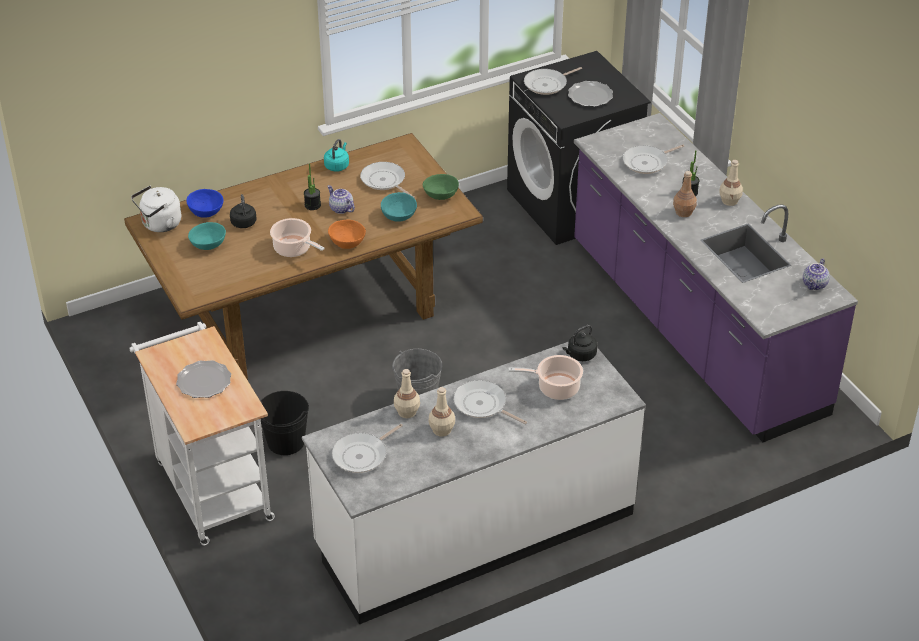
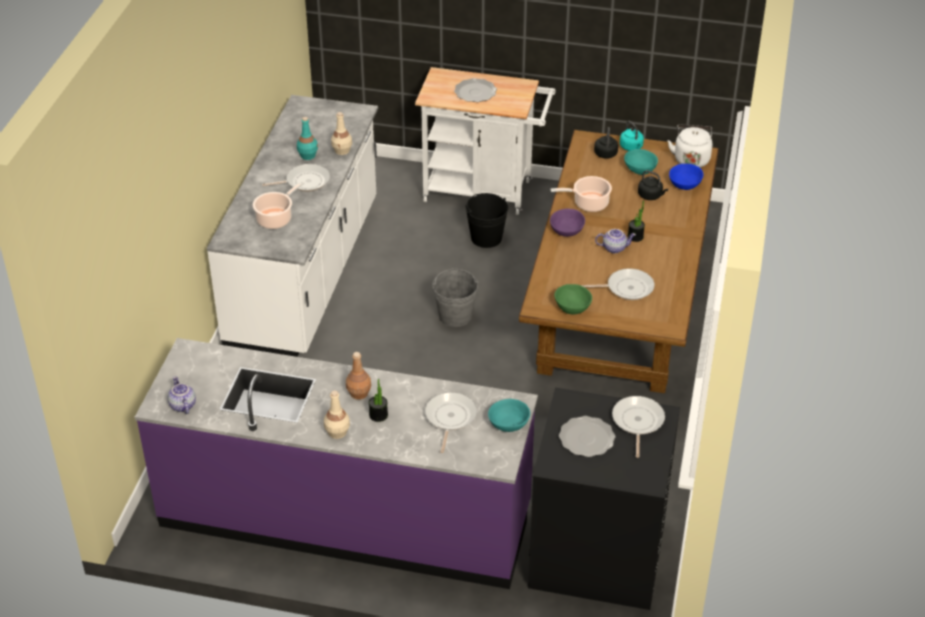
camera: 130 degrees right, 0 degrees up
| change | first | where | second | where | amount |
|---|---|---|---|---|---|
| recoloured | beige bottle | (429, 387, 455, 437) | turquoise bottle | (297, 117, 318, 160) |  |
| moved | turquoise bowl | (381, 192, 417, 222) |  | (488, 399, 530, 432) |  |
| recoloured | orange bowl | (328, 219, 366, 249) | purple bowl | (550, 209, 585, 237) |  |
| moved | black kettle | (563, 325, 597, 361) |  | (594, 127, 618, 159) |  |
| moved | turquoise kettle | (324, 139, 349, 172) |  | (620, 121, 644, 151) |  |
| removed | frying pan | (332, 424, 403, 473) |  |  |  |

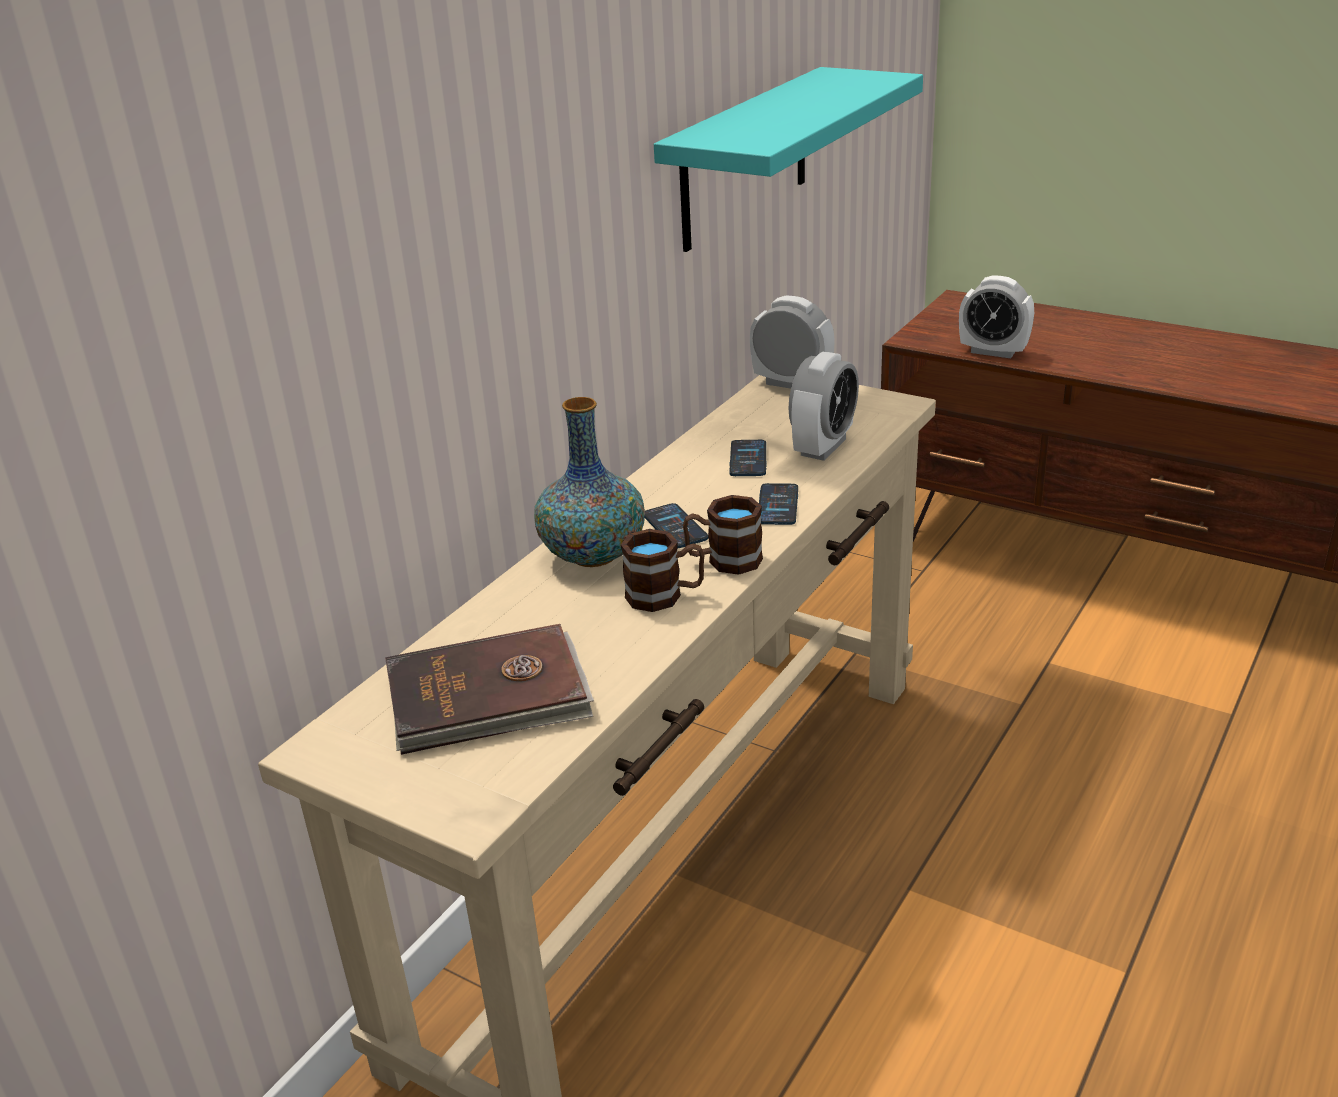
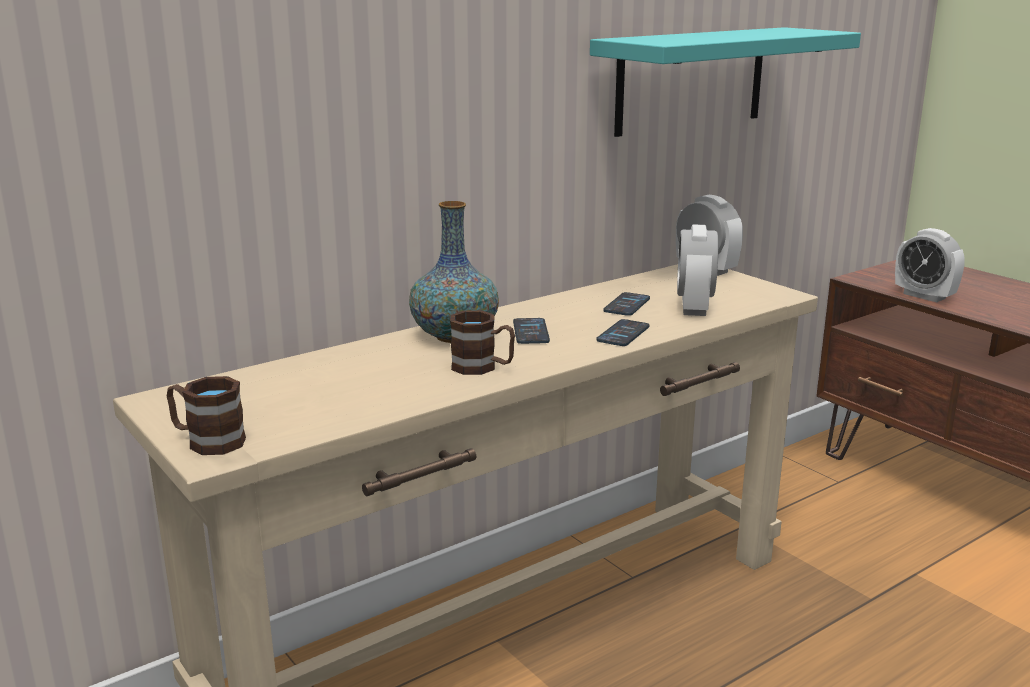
camera: 20 degrees right, 10 degrees down
| change | first | where | second | where | amount |
|---|---|---|---|---|---|
| moved | brown mug | (683, 495, 763, 575) |  | (167, 376, 246, 455) |  |
| turned | alarm clock | (789, 352, 859, 461) |  | (677, 224, 718, 316) | 135 degrees clockwise |
| removed | brown book | (385, 624, 594, 755) |  |  |  |

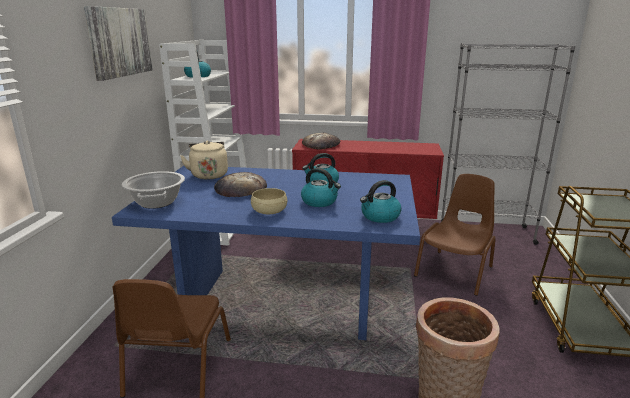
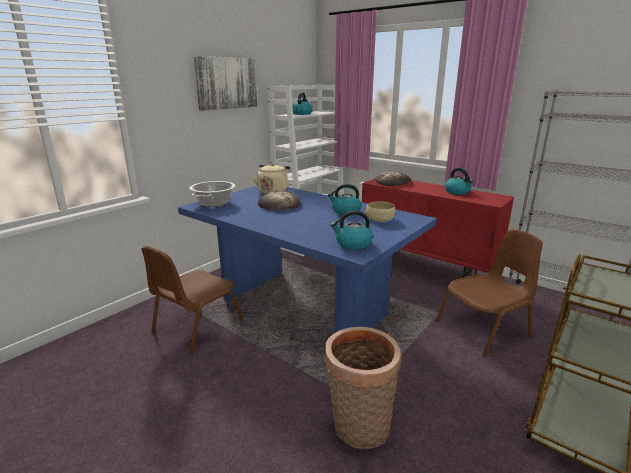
camera: 30 degrees right, 0 degrees up
| change | first | where | second | where | amount |
|---|---|---|---|---|---|
| moved | beige bowl | (251, 188, 287, 214) |  | (366, 201, 396, 222) |  |
| moved | kettle | (301, 168, 341, 207) |  | (445, 168, 473, 195) |  |

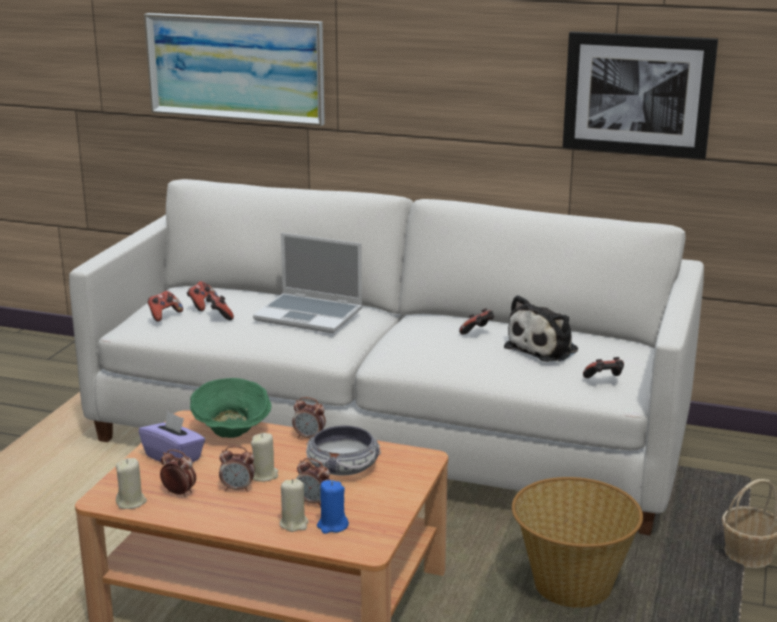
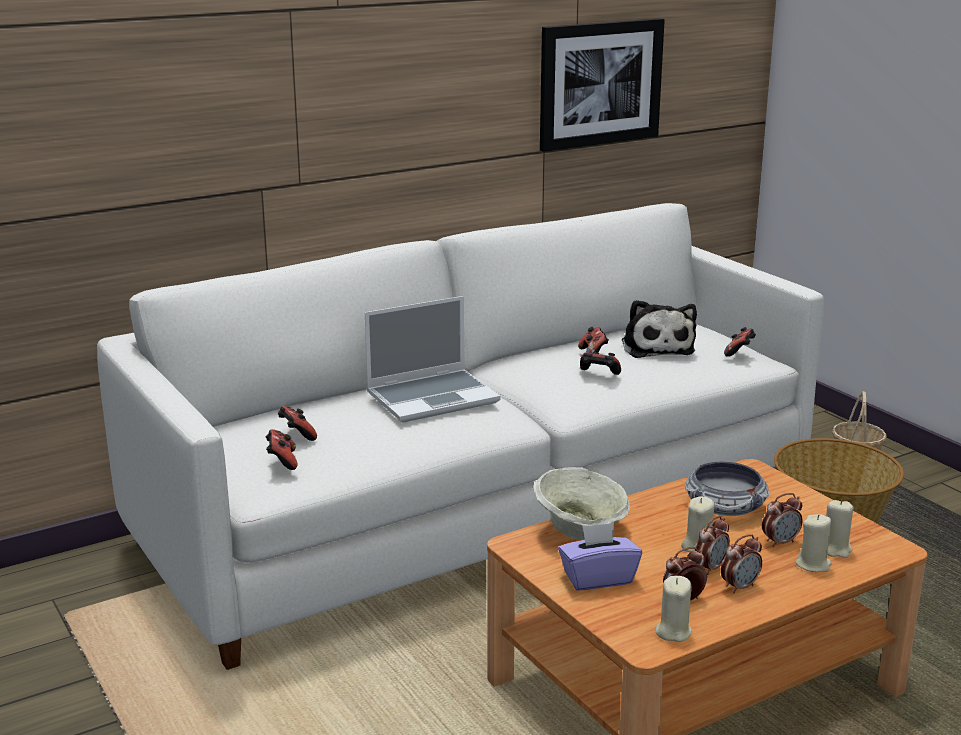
camera: 50 degrees left, 0 degrees up
| change | first | where | second | where | amount |
|---|---|---|---|---|---|
| recoloured | green bowl | (190, 378, 272, 438) | beige bowl | (533, 467, 630, 540) |  |
| moved | game controller | (206, 293, 234, 320) |  | (580, 352, 621, 375) |  |
| moved | alarm clock | (292, 397, 326, 438) |  | (721, 534, 762, 593) |  |
| recoloured | blue candle | (317, 480, 349, 534) | beige candle | (826, 500, 854, 558) |  |
| removed | picture | (144, 13, 325, 126) |  |  |  |

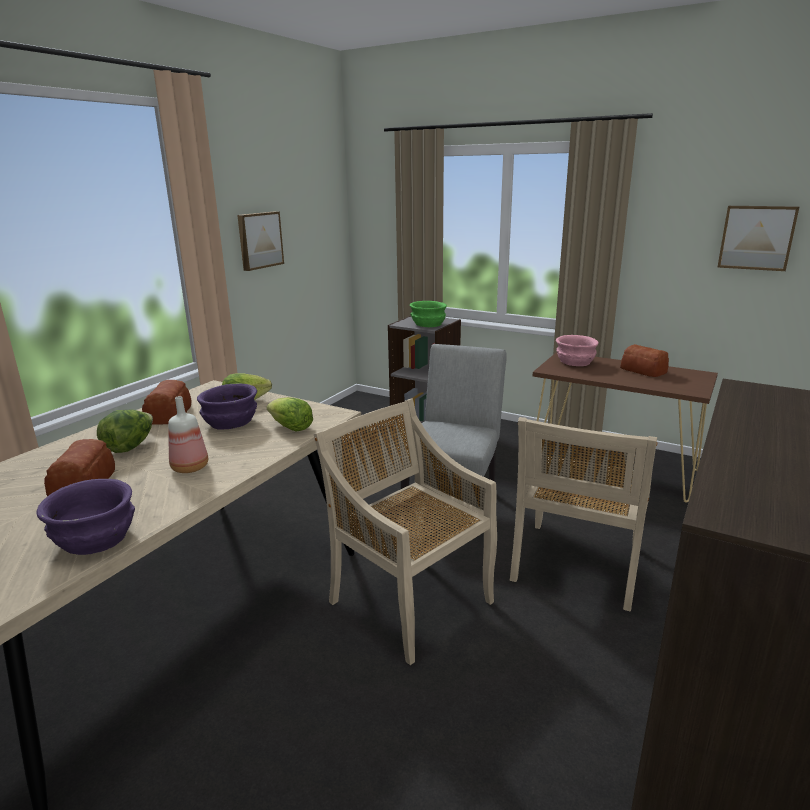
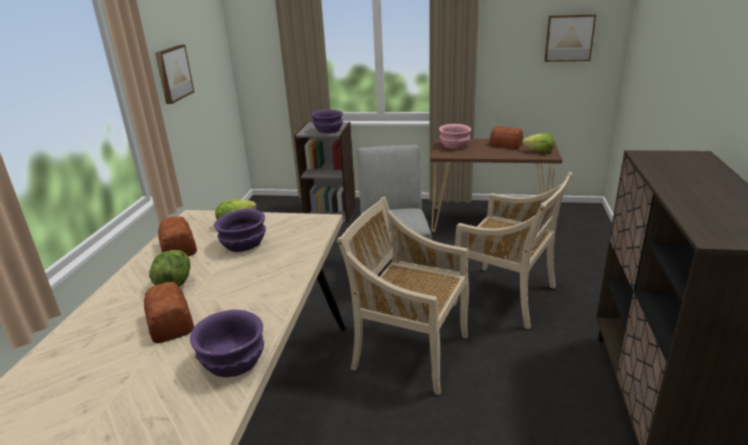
camera: 20 degrees left, 5 degrees up
| change | first | where | second | where | amount |
|---|---|---|---|---|---|
| recoloured | green bowl | (410, 301, 447, 327) | purple bowl | (311, 109, 343, 133) |  |
| turned | beige chair | (510, 417, 657, 612) |  | (454, 172, 573, 329) | 60 degrees counterclockwise |
| moved | lettuce | (267, 397, 313, 432) |  | (522, 133, 555, 152) |  |
| removed | bottle | (168, 396, 208, 473) |  |  |  |

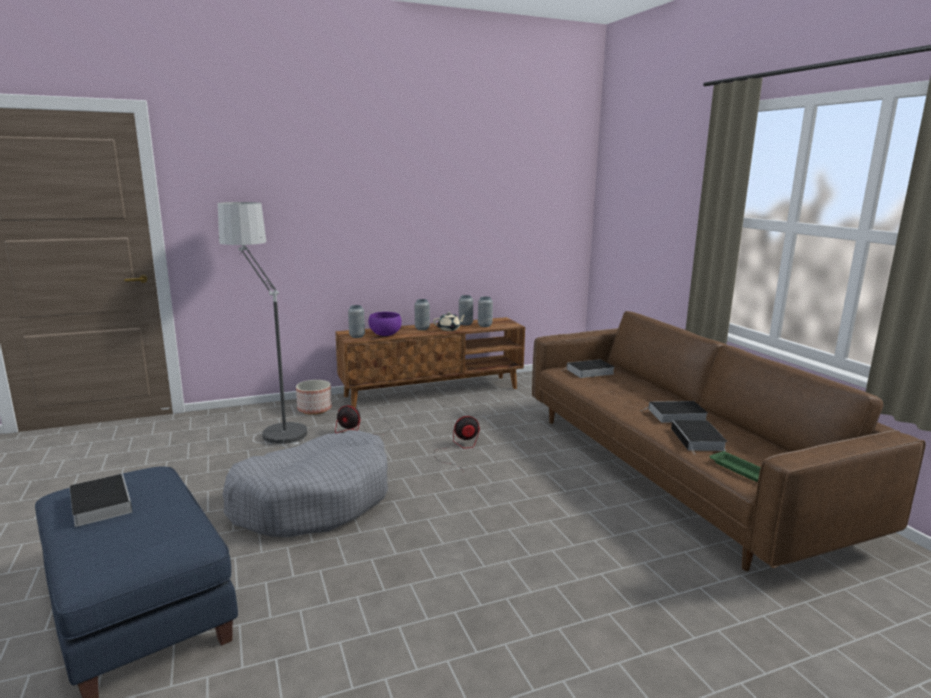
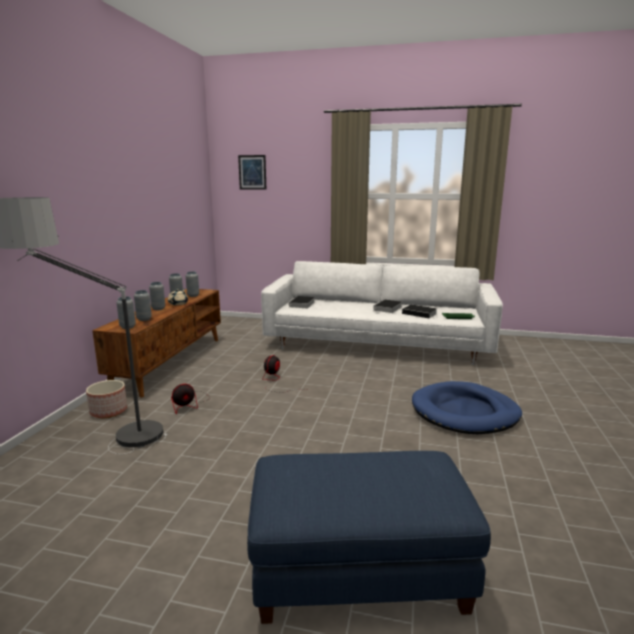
camera: 55 degrees left, 0 degrees up
| change | first | where | second | where | amount |
|---|---|---|---|---|---|
| replaced | purple bowl | (368, 312, 402, 336) | grey vase | (134, 290, 152, 321) |  |
| added |  |  | picture | (238, 155, 266, 190) |  |
| recoloured | brown sofa | (532, 311, 926, 571) | white sofa | (261, 261, 503, 365) |  |
| added |  |  | blue dog bed | (412, 381, 522, 434) |  |
| removed | book | (69, 474, 132, 527) |  |  |  |
| removed | grey dog bed | (223, 430, 388, 538) |  |  |  |

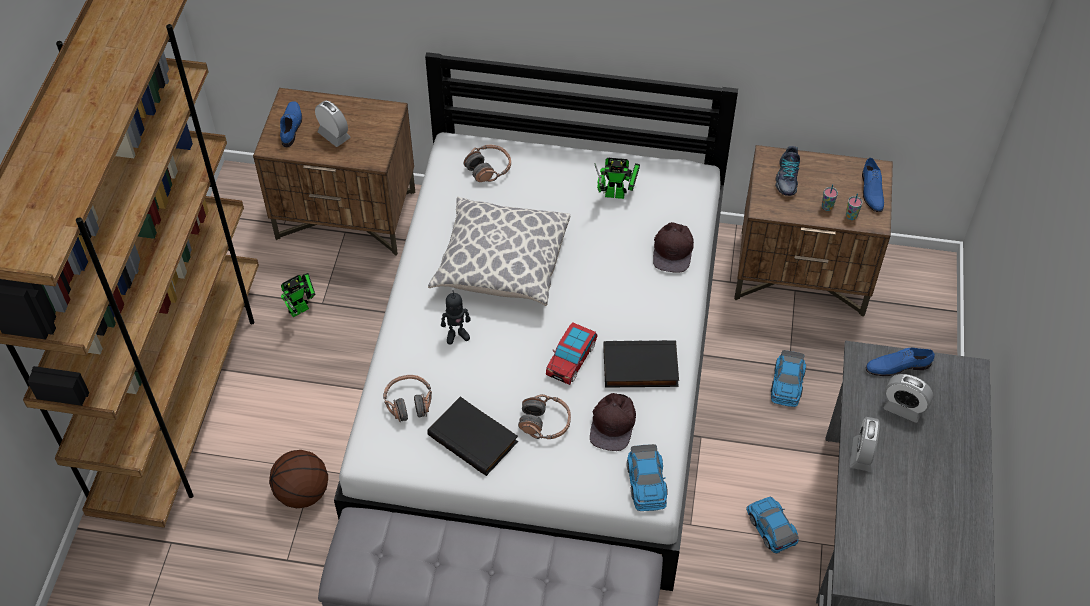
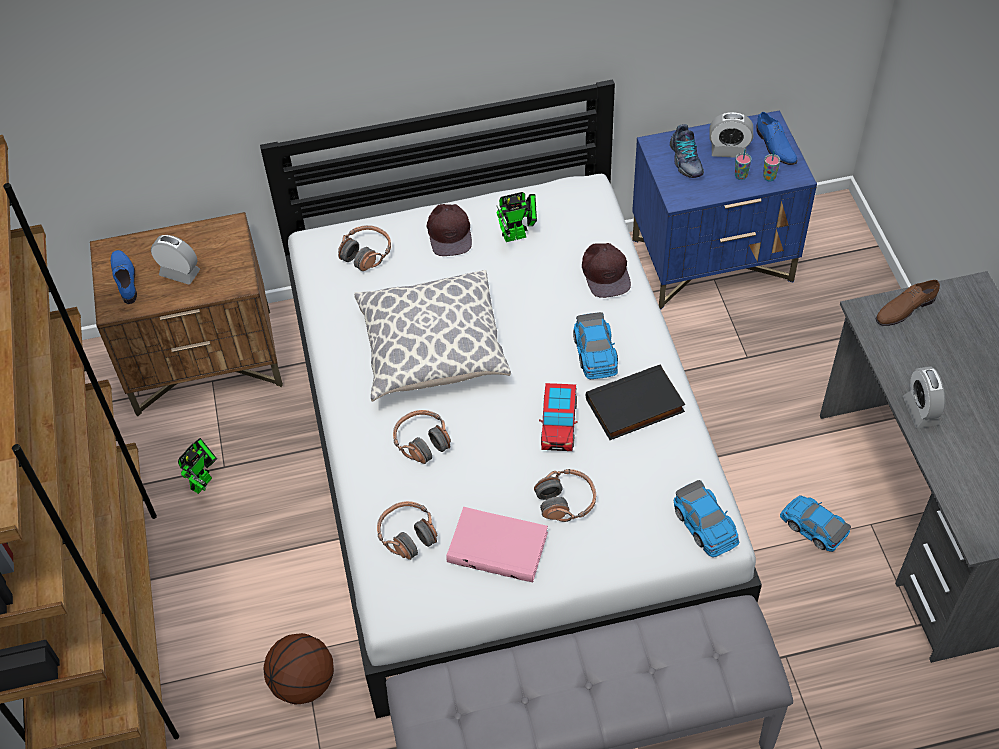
camera: 20 degrees left, 0 degrees up
| change | first | where | second | where | amount |
|---|---|---|---|---|---|
| replaced | toy robot | (441, 290, 471, 345) | headphones | (393, 410, 451, 464) |  |
| moved | brown cap | (590, 393, 636, 451) |  | (426, 204, 472, 256) |  |
| recoloured | black book | (427, 396, 518, 476) | pink book | (446, 506, 548, 582) |  |
| moved | toy car | (771, 350, 806, 407) |  | (573, 312, 618, 379) |  |
| recoloured | brown nightstand | (734, 145, 893, 317) | blue nightstand | (632, 110, 817, 310) |  |
| moved | alarm clock | (883, 374, 933, 423) |  | (709, 112, 753, 158) |  |
| recoloured | blue shoe | (866, 347, 935, 376) | brown shoe | (876, 280, 940, 326) |  |

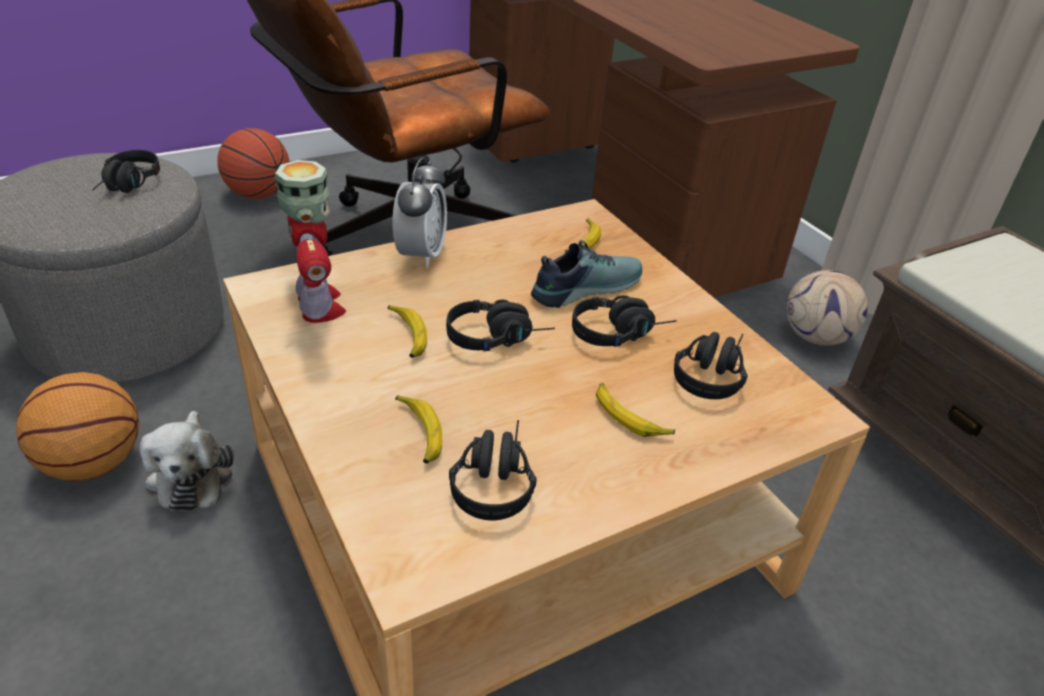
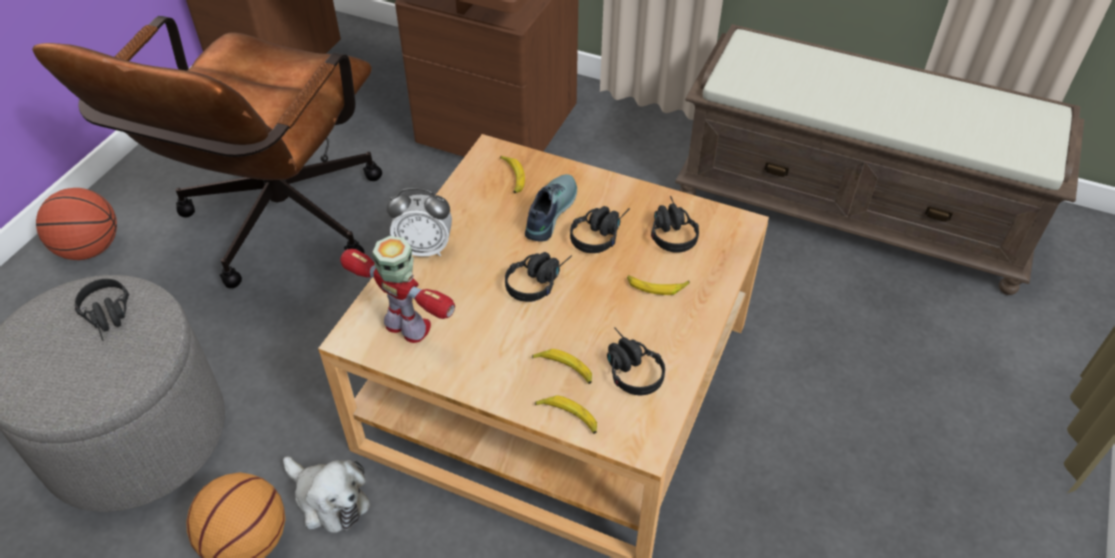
camera: 35 degrees left, 10 degrees up
| change | first | where | second | where | amount |
|---|---|---|---|---|---|
| turned | alarm clock | (392, 157, 447, 268) |  | (387, 188, 452, 257) | 120 degrees clockwise |
| moved | banana | (387, 305, 427, 358) |  | (535, 395, 597, 434) |  |
| removed | football | (787, 270, 868, 346) |  |  |  |

